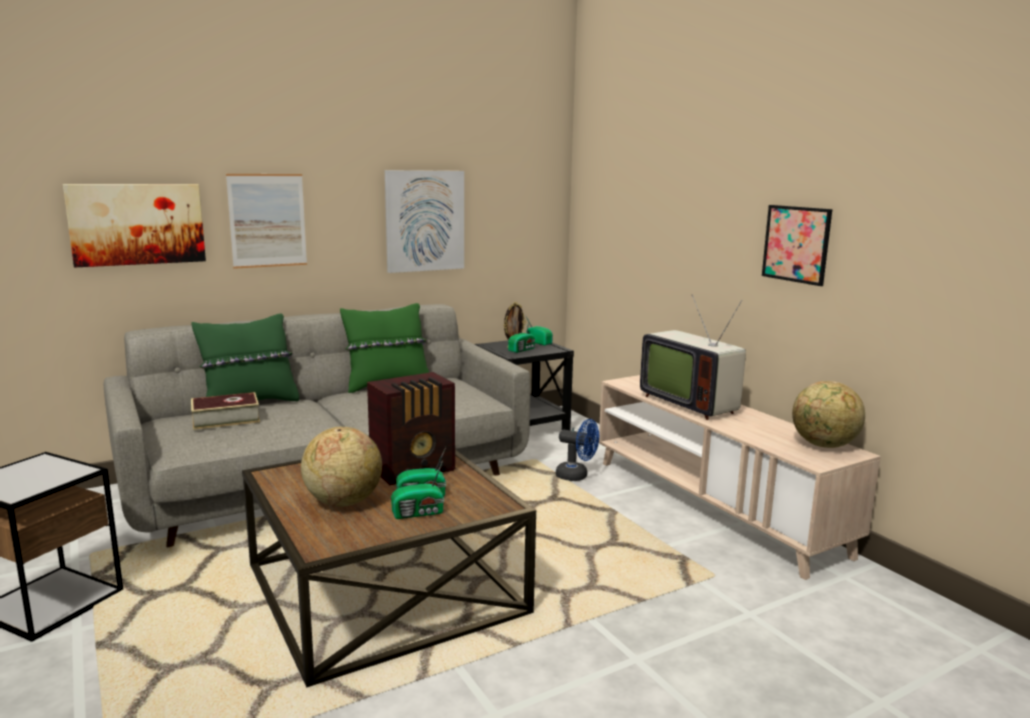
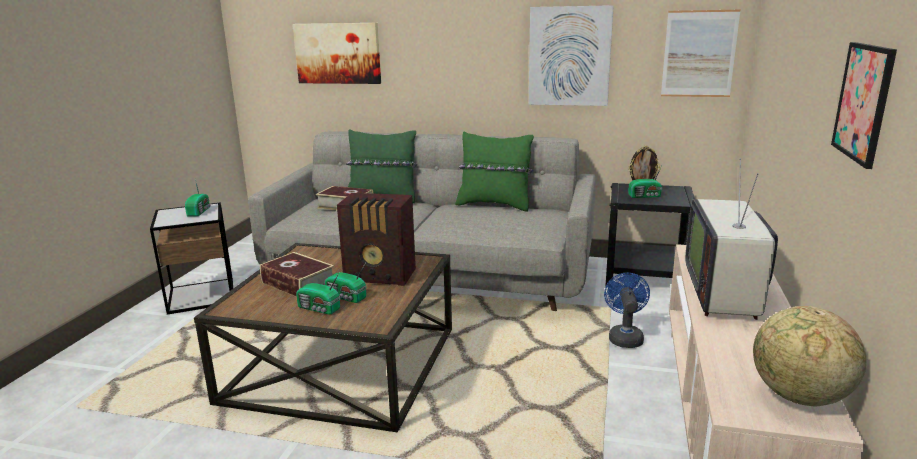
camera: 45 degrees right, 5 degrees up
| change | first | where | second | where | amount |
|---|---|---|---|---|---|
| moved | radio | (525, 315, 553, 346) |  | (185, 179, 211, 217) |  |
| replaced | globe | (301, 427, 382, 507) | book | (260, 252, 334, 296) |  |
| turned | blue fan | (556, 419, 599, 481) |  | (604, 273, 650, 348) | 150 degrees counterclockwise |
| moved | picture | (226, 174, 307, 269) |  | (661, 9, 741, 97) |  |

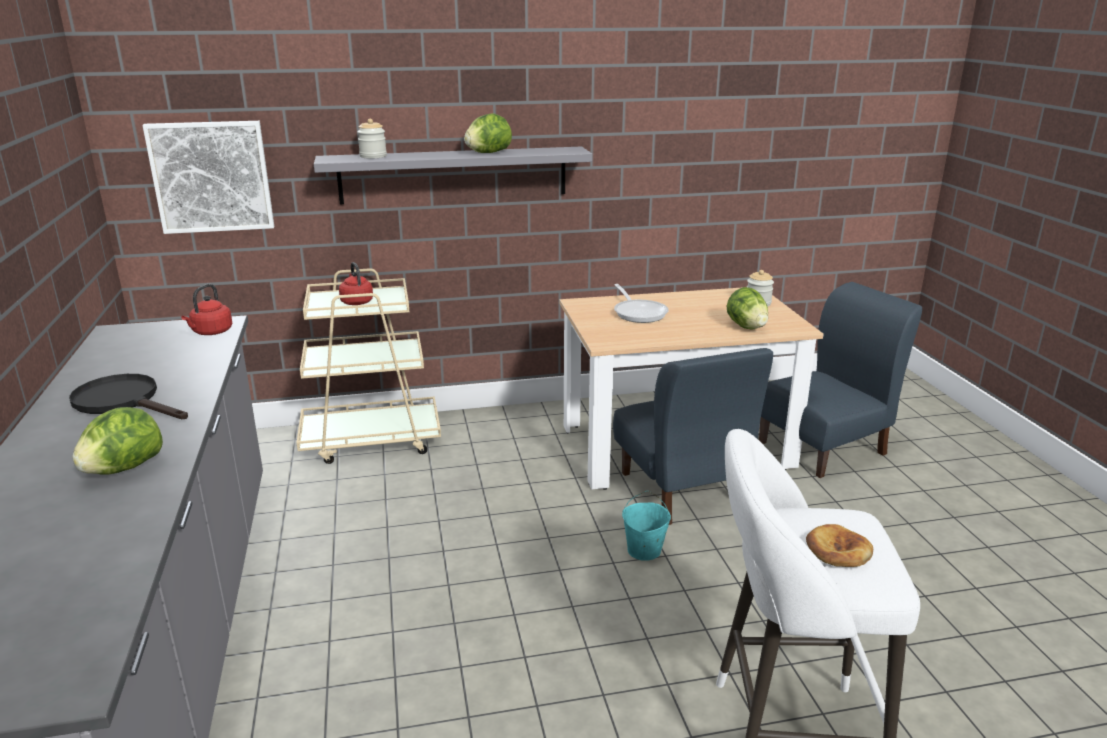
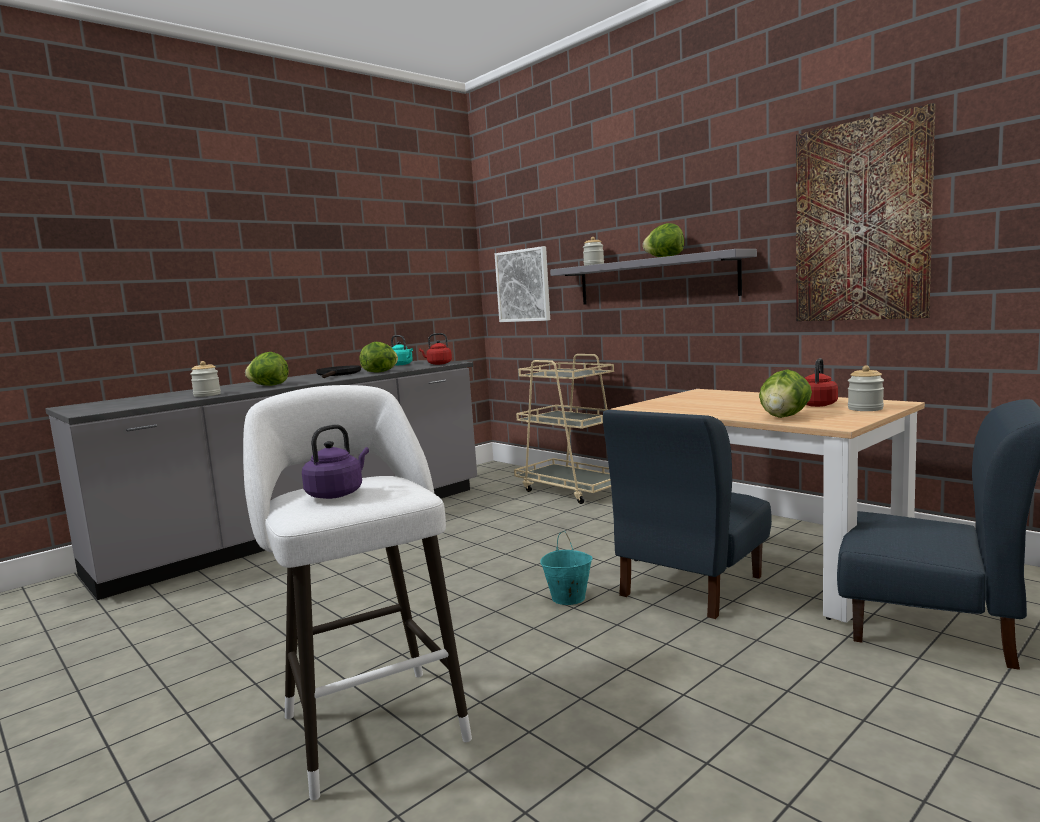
camera: 60 degrees right, 15 degrees down
| change | first | where | second | where | amount |
|---|---|---|---|---|---|
| added |  |  | jar | (190, 361, 221, 397) |  |
| replaced | bread | (806, 524, 873, 567) | purple kettle | (302, 424, 369, 499) |  |
| added |  |  | lettuce | (360, 342, 398, 372) |  |
| added |  |  | turquoise kettle | (391, 335, 413, 365) |  |
| added |  |  | picture | (796, 103, 936, 321) |  |
| moved | red kettle | (339, 262, 373, 305) |  | (805, 358, 838, 407) |  |
| removed | frying pan | (614, 284, 669, 323) |  |  |  |

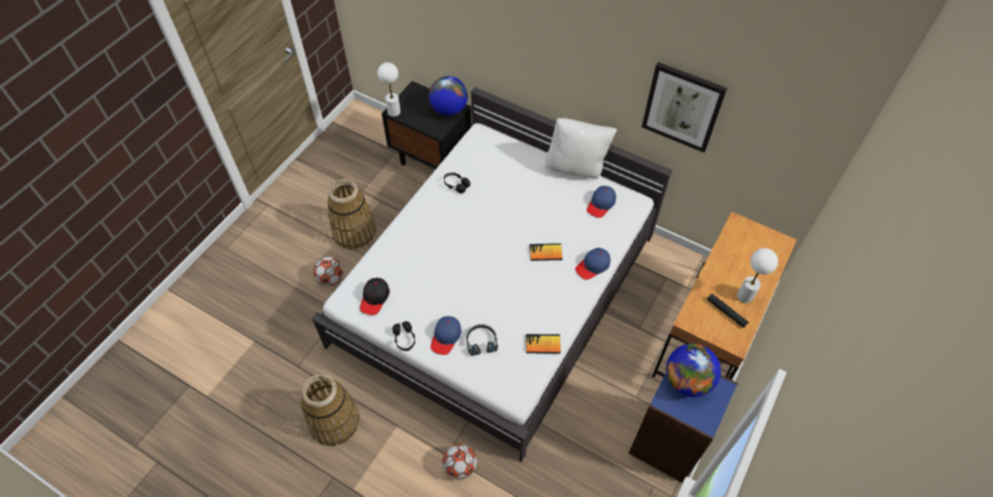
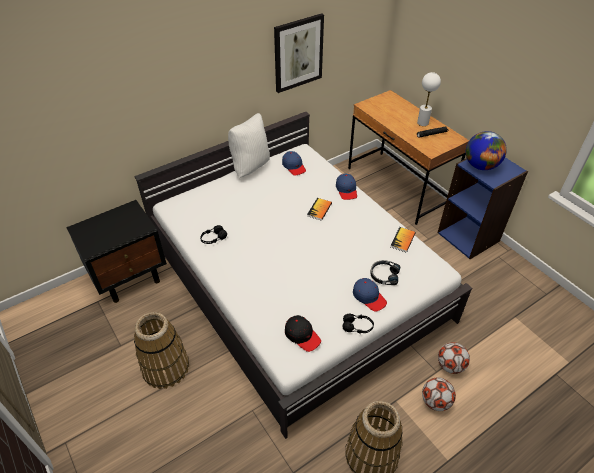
camera: 65 degrees left, 10 degrees down
| change | first | where | second | where | amount |
|---|---|---|---|---|---|
| moved | football | (313, 257, 343, 286) |  | (422, 378, 456, 411) |  |
| removed | white table lamp | (378, 62, 401, 117) |  |  |  |
| removed | globe | (429, 76, 468, 116) |  |  |  |

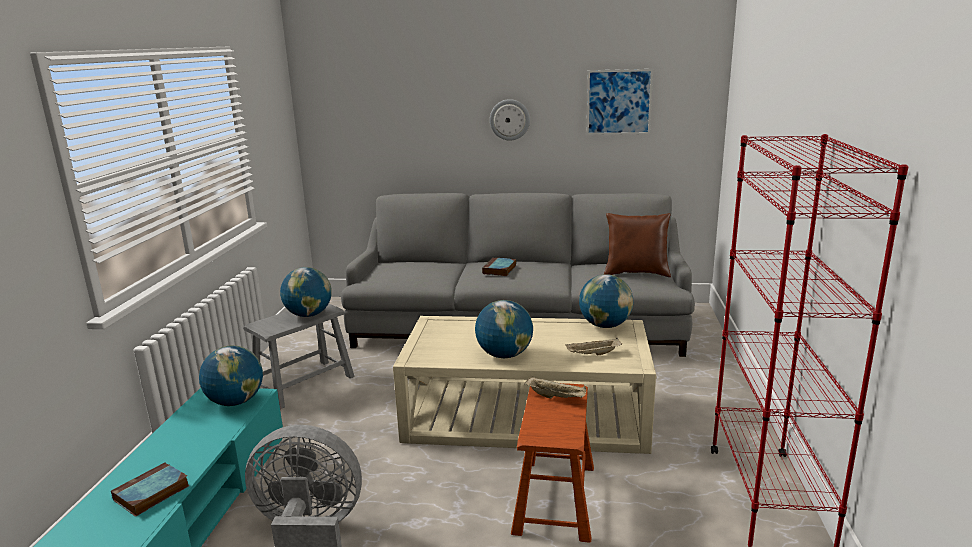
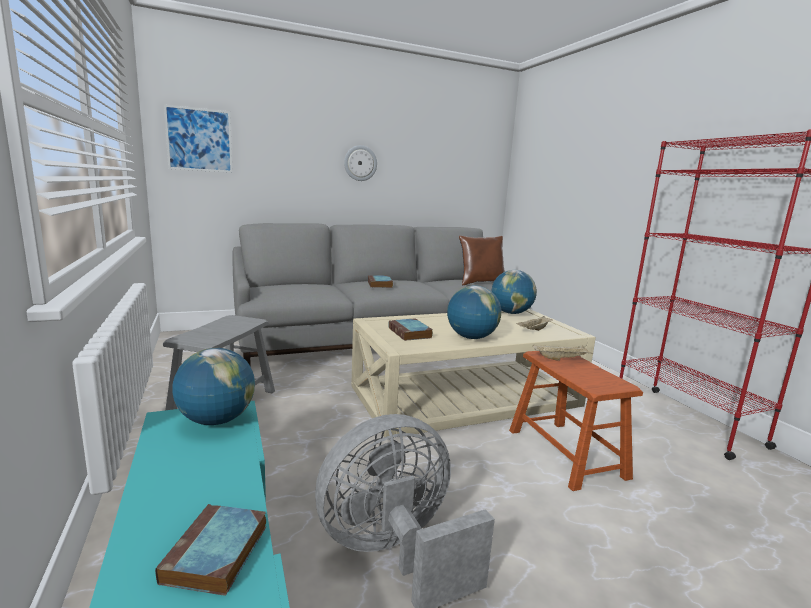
camera: 30 degrees left, 5 degrees down
| change | first | where | second | where | amount |
|---|---|---|---|---|---|
| moved | picture | (586, 69, 653, 135) |  | (164, 104, 233, 173) |  |
| added |  |  | book | (389, 318, 433, 341) |  |
| removed | globe | (280, 267, 332, 317) |  |  |  |

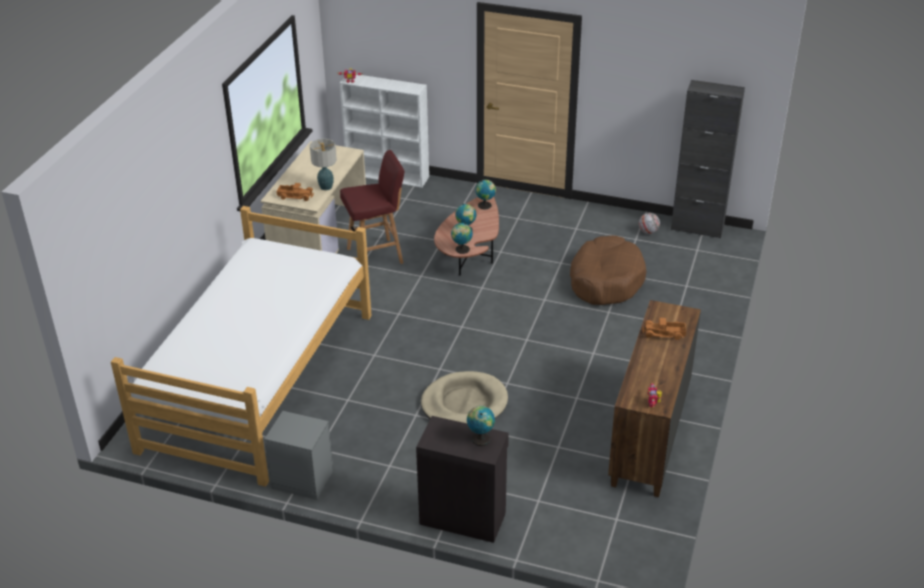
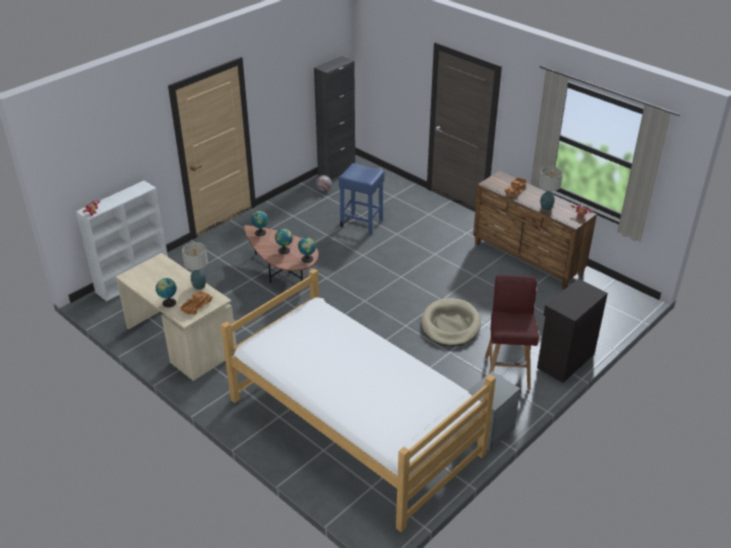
camera: 65 degrees left, 0 degrees up
| change | first | where | second | where | amount |
|---|---|---|---|---|---|
| moved | globe | (467, 406, 495, 446) |  | (156, 278, 177, 308) |  |
| replaced | brown dog bed | (570, 235, 647, 305) | blue stool | (339, 163, 385, 235) |  |
| moved | red stool | (340, 150, 405, 264) |  | (485, 275, 539, 390) |  |
| added |  |  | table lamp | (539, 166, 563, 211) |  |

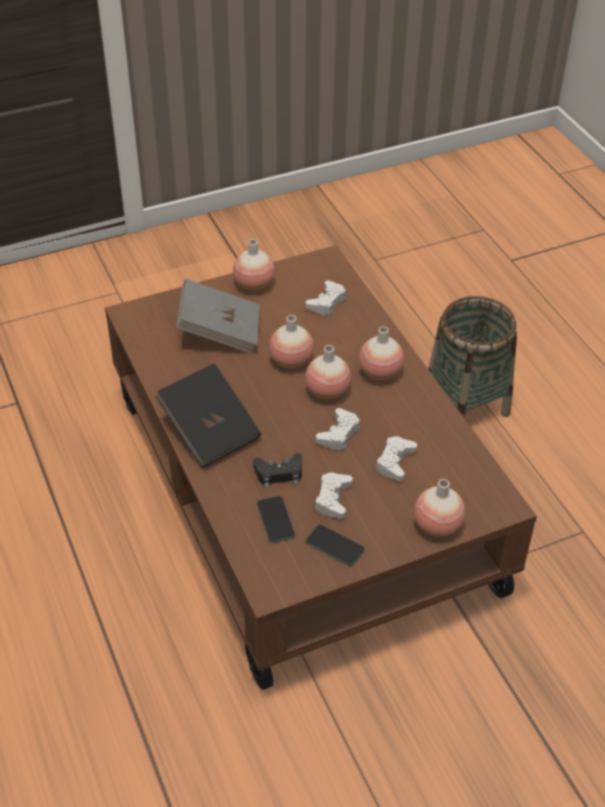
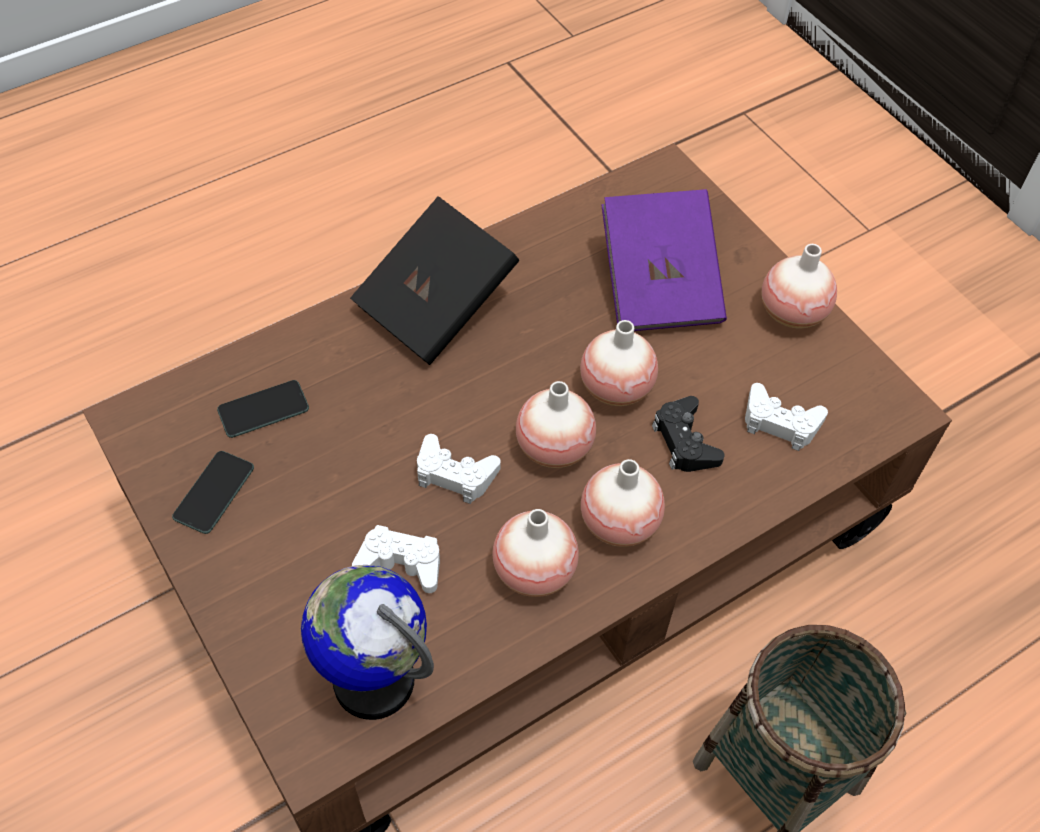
camera: 80 degrees right, 10 degrees up
| change | first | where | second | where | amount |
|---|---|---|---|---|---|
| added |  |  | globe | (301, 565, 434, 720) |  |
| moved | vase | (414, 479, 465, 537) |  | (492, 509, 579, 597) |  |
| recoloured | grey book | (177, 279, 260, 353) | purple book | (601, 189, 727, 331) |  |
| moved | black game controller | (253, 453, 302, 487) |  | (652, 396, 725, 472) |  |
| removed | white game controller | (314, 472, 353, 519) |  |  |  |

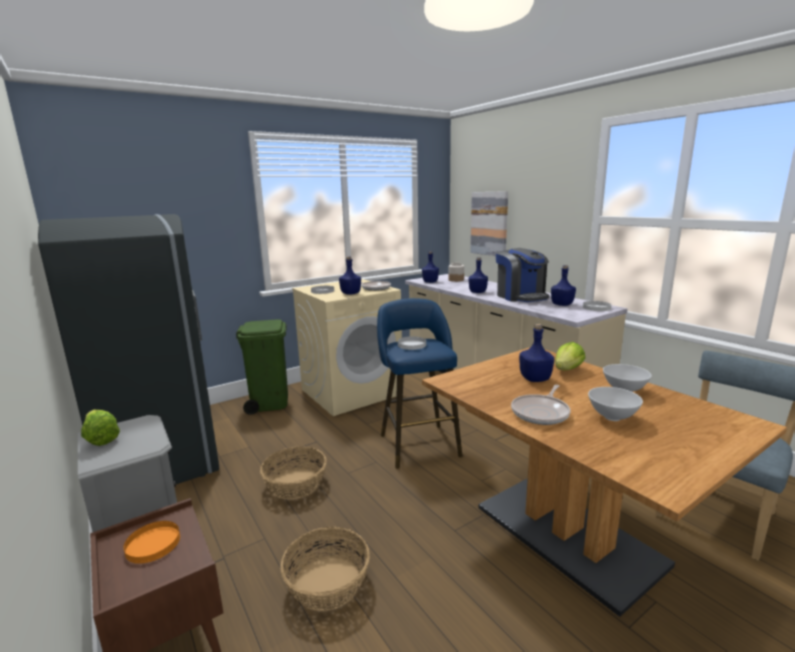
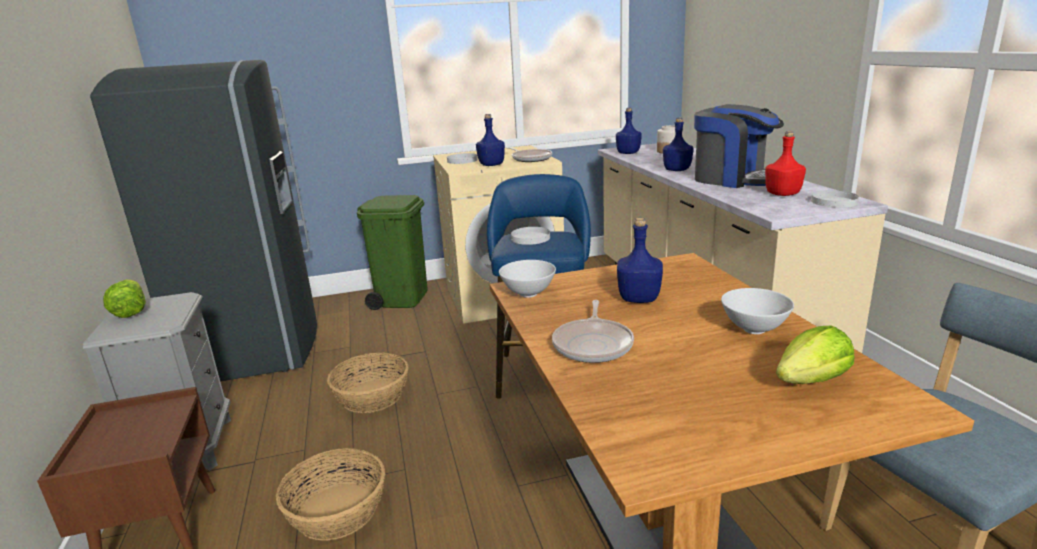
camera: 20 degrees right, 5 degrees up
| change | first | where | second | where | amount |
|---|---|---|---|---|---|
| moved | white bowl | (588, 387, 643, 421) |  | (499, 260, 556, 298) |  |
| turned | frying pan | (511, 385, 570, 425) |  | (552, 300, 634, 363) | 45 degrees counterclockwise |
| turned | coffee machine | (496, 248, 549, 302) |  | (694, 104, 784, 188) | 45 degrees counterclockwise |
| recoloured | blue bottle | (551, 265, 576, 306) | red bottle | (765, 131, 806, 196) |  |
| moved | lettuce | (555, 342, 585, 370) |  | (776, 326, 854, 384) |  |
| removed | orange plate | (123, 521, 180, 564) |  |  |  |
| removed | picture | (470, 191, 508, 256) |  |  |  |

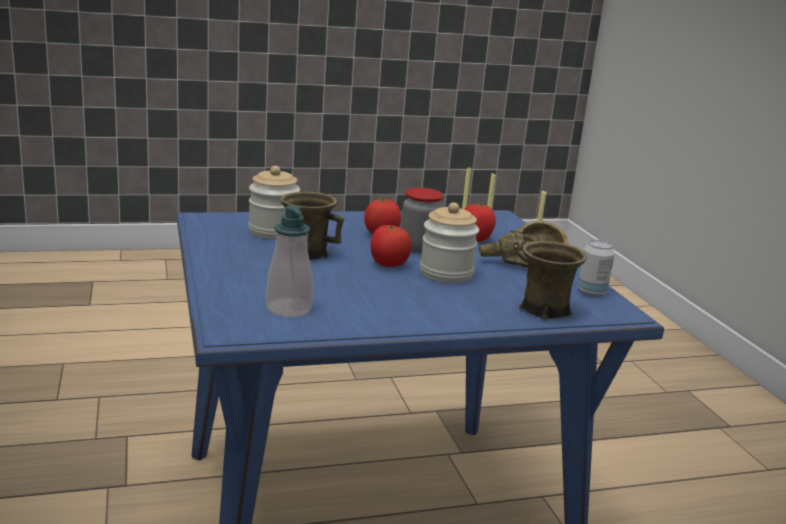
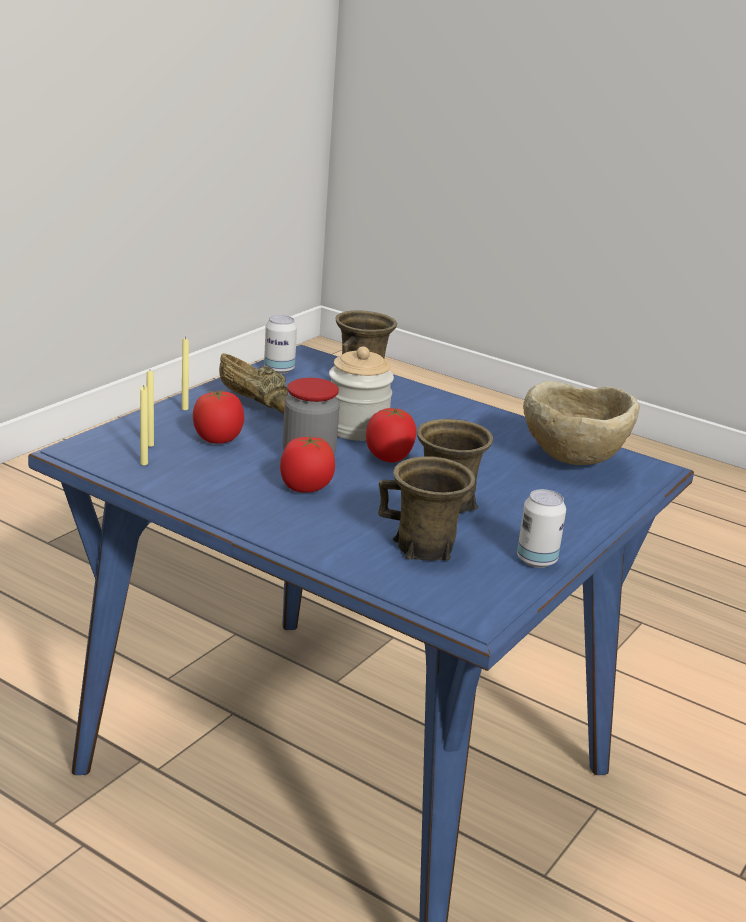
camera: 130 degrees left, 5 degrees up
| change | first | where | second | where | amount |
|---|---|---|---|---|---|
| replaced | jar | (248, 166, 300, 239) | brown mug | (378, 456, 475, 560) |  |
| added |  |  | can | (517, 489, 566, 568) |  |
| replaced | soap dispenser | (266, 205, 313, 317) | beige bowl | (523, 381, 640, 465) |  |

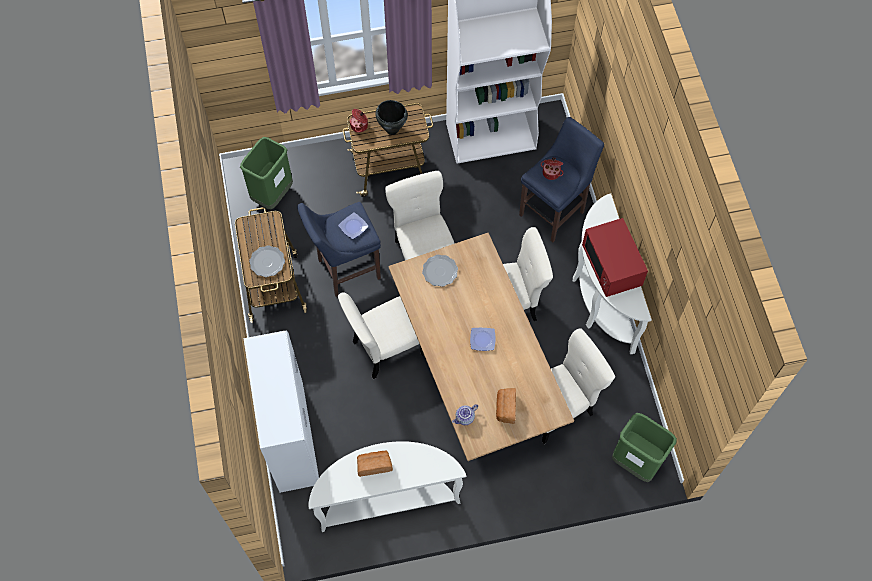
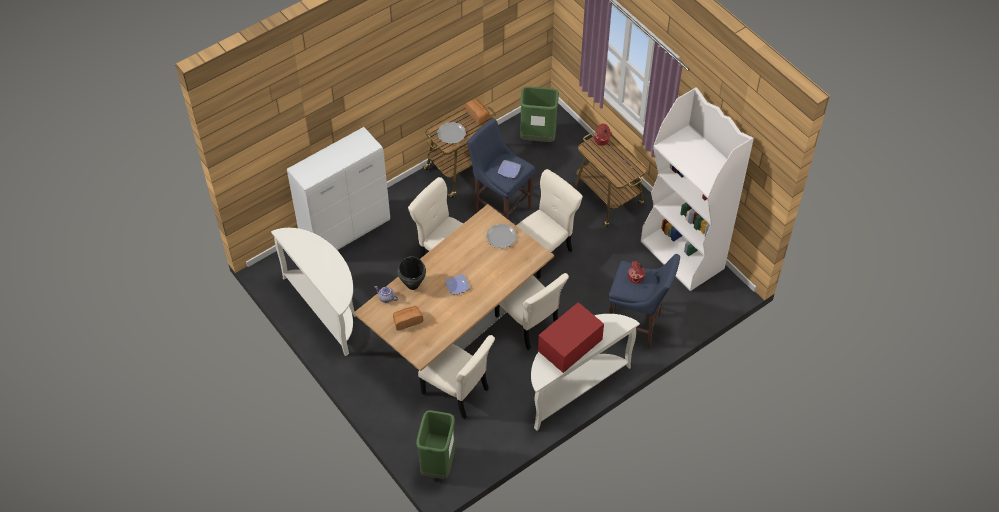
camera: 65 degrees right, 10 degrees down
| change | first | where | second | where | amount |
|---|---|---|---|---|---|
| moved | black cooking pot | (375, 100, 408, 135) |  | (398, 256, 426, 290) |  |
| moved | bread | (357, 451, 393, 477) |  | (465, 99, 489, 125) |  |

